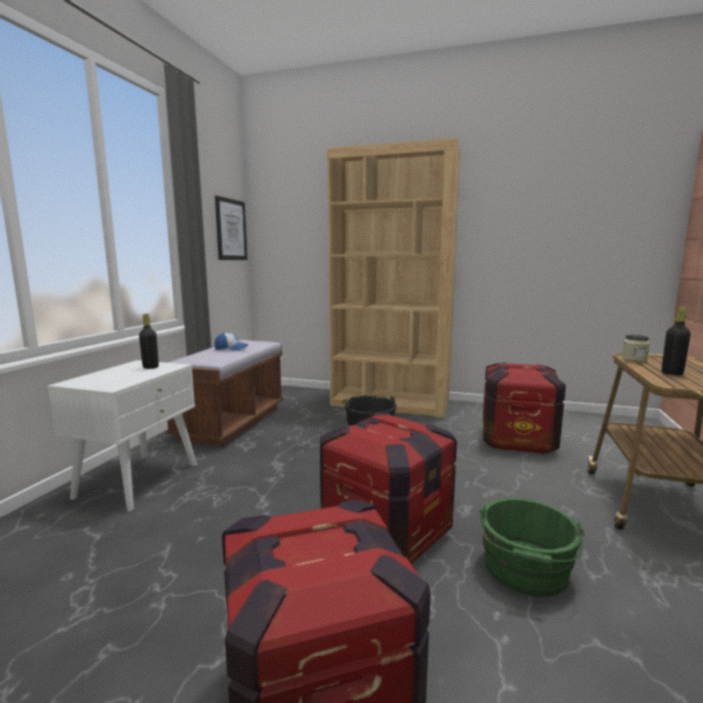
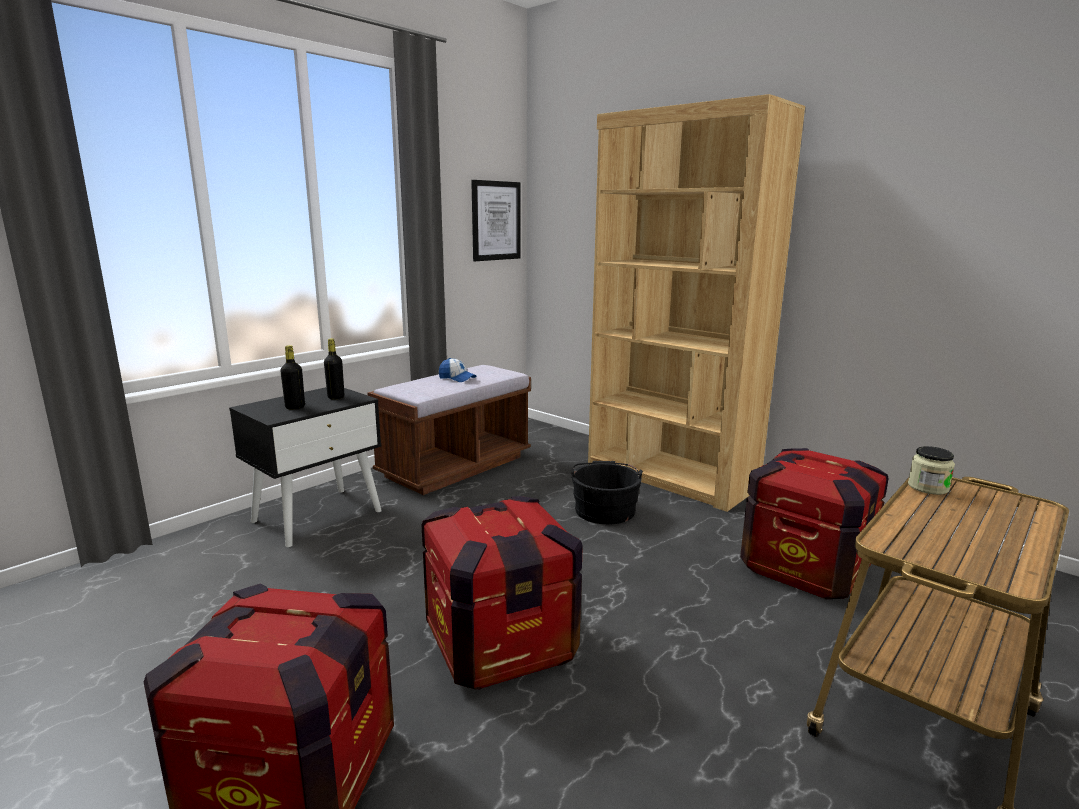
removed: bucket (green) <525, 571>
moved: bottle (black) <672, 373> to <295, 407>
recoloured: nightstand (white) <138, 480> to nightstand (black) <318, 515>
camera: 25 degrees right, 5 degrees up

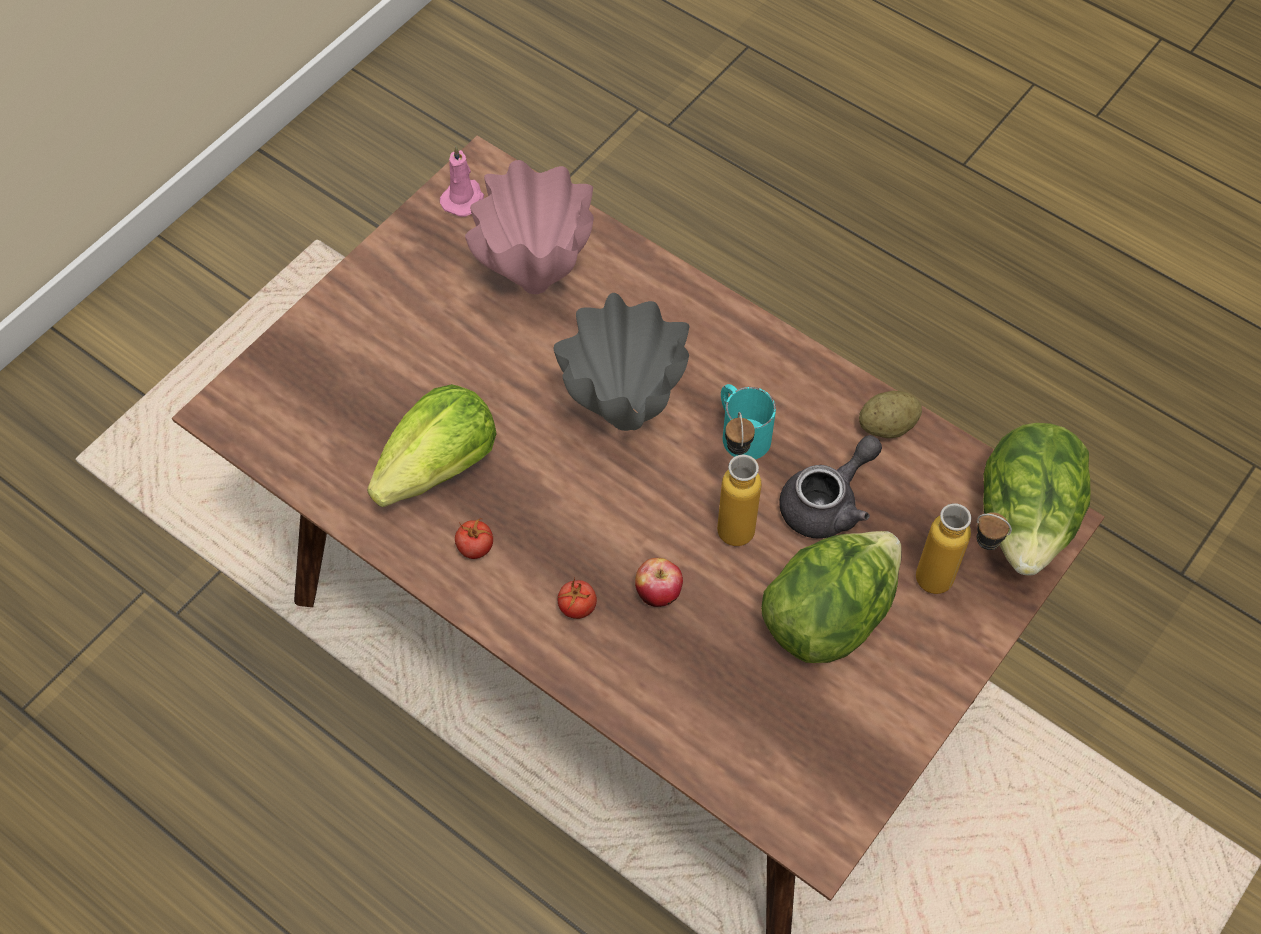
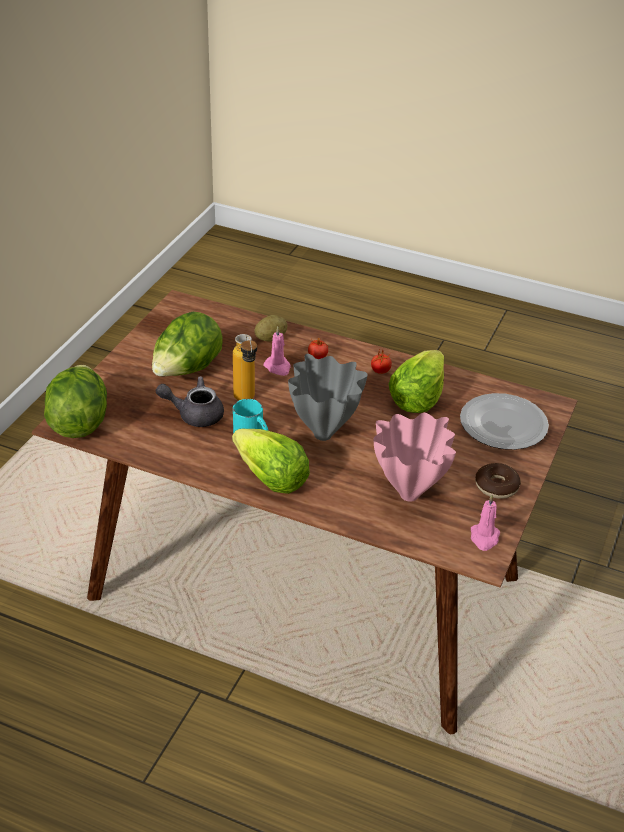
removed: bottle <949, 584>
added: plate <502, 425>; lettuce <271, 479>; donut <496, 486>
moved: potato <887, 426> to <271, 338>
replaced: apple <658, 594> to candle (pink) <278, 367>
turned: teapot (grey) <828, 503> = <194, 414> 60 degrees clockwise
camera: 165 degrees right, 20 degrees down

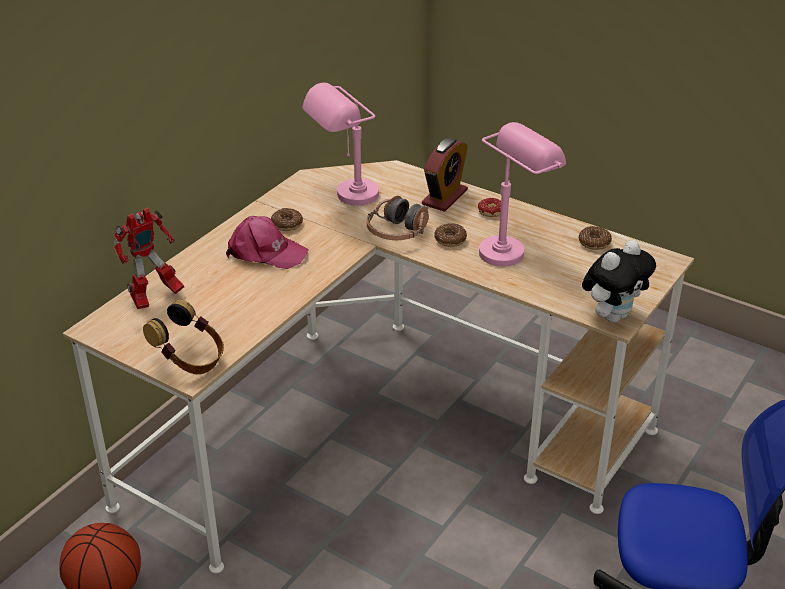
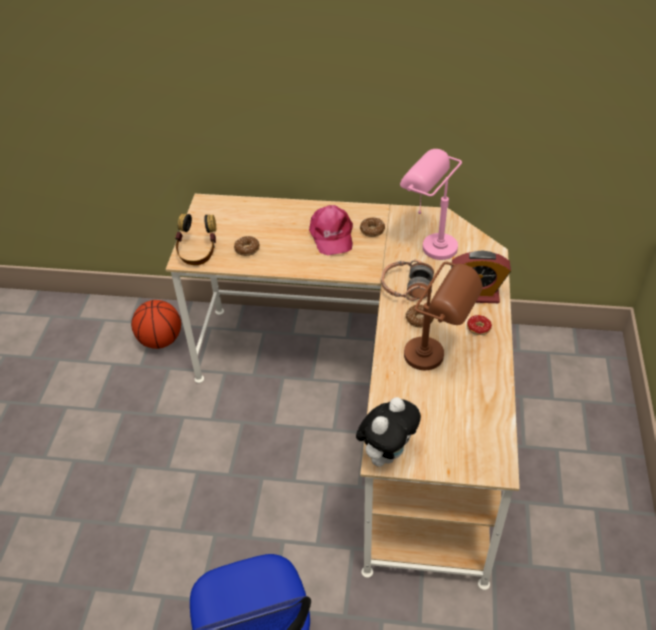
removed: toy robot <154, 298>
moved: donut <594, 242> to <247, 249>
recoloured: table lamp (pink) <512, 247> to table lamp (brown) <437, 359>
turned: plush toy <612, 315> = <386, 453> 75 degrees counterclockwise
camera: 65 degrees right, 10 degrees up

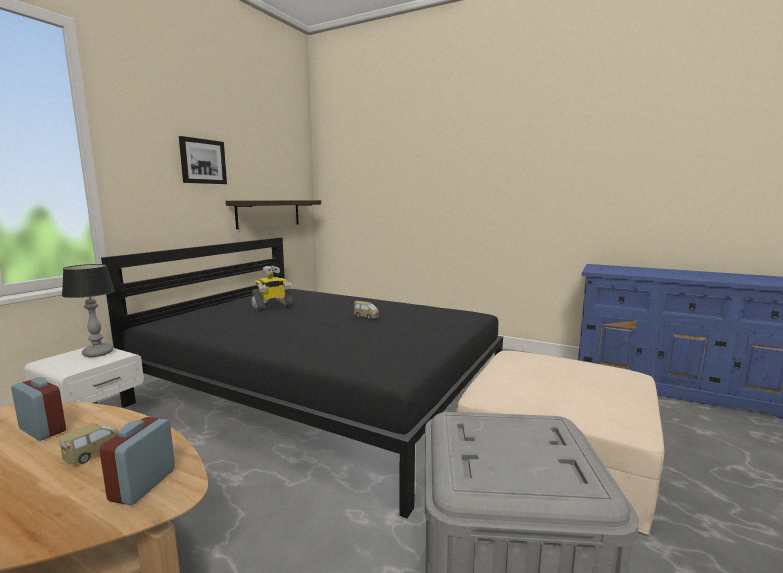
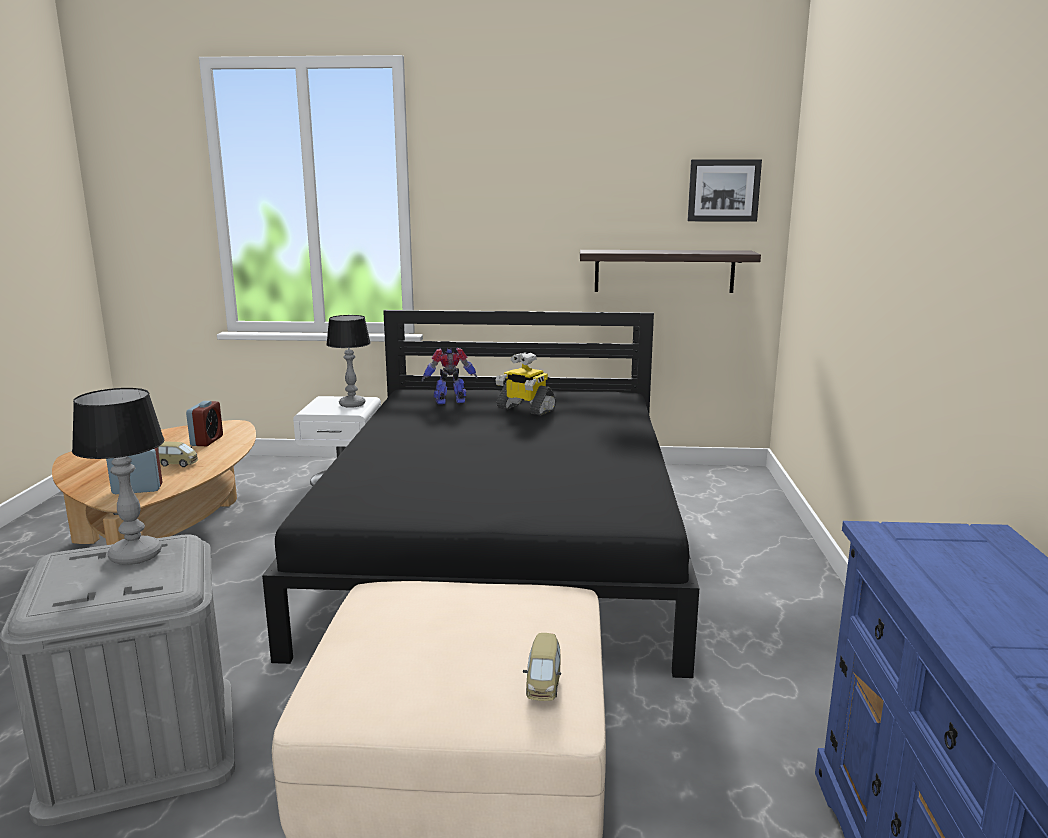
added: toy robot <451, 402>; table lamp <135, 556>
moved: picture <203, 161> to <723, 190>; toy car <366, 317> to <543, 684>
camera: 65 degrees right, 5 degrees up

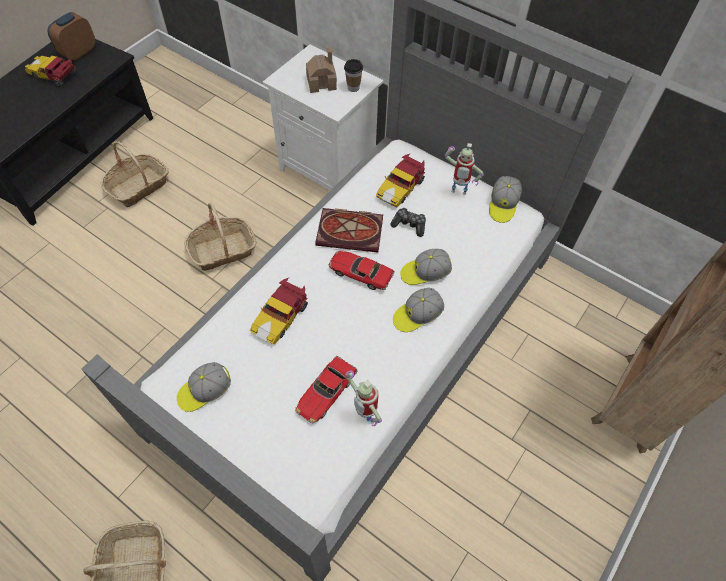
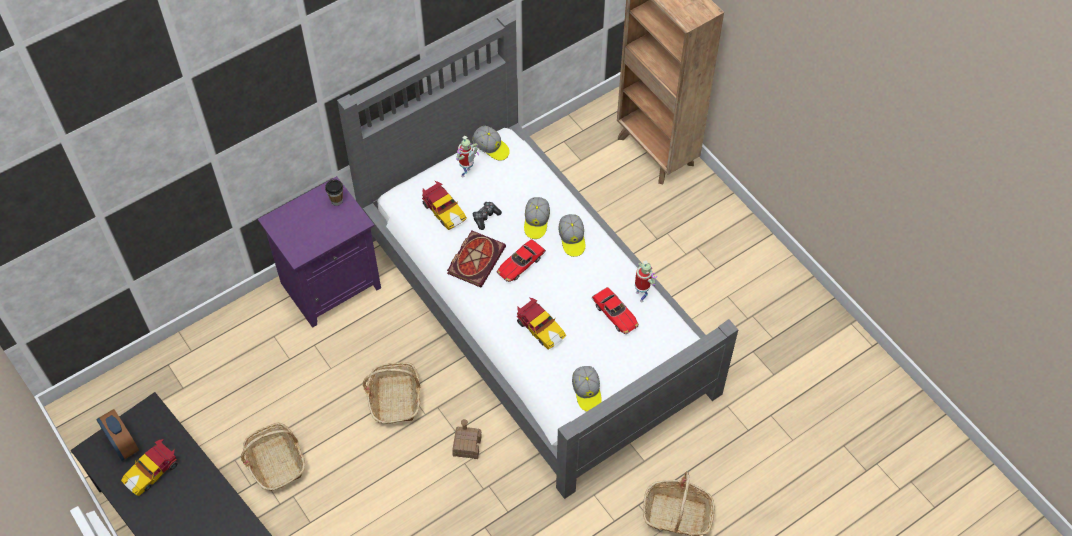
moved: toy house <321, 83> to <467, 446>
recoloured: nightstand (white) <329, 168> to nightstand (purple) <331, 283>
turned: toy robot <365, 417> = <641, 296> 90 degrees counterclockwise
camera: 70 degrees left, 0 degrees up

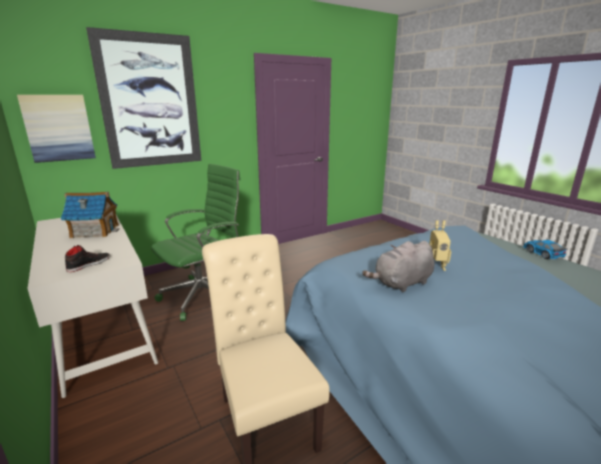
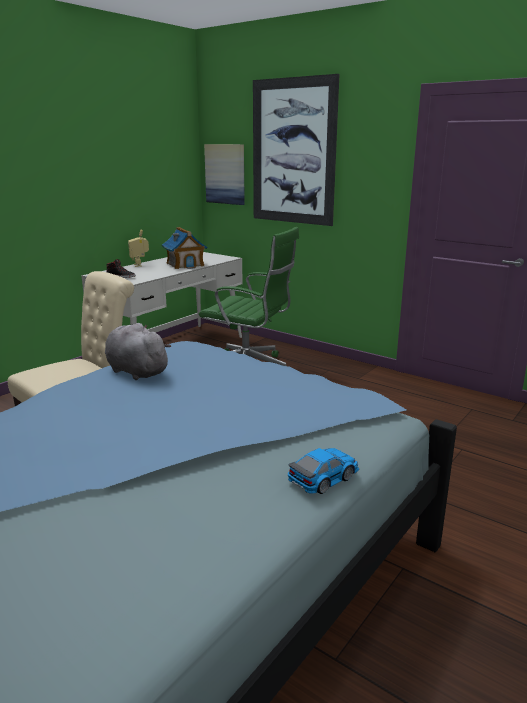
moved: toy robot <435, 267> to <140, 265>
camera: 70 degrees right, 0 degrees up

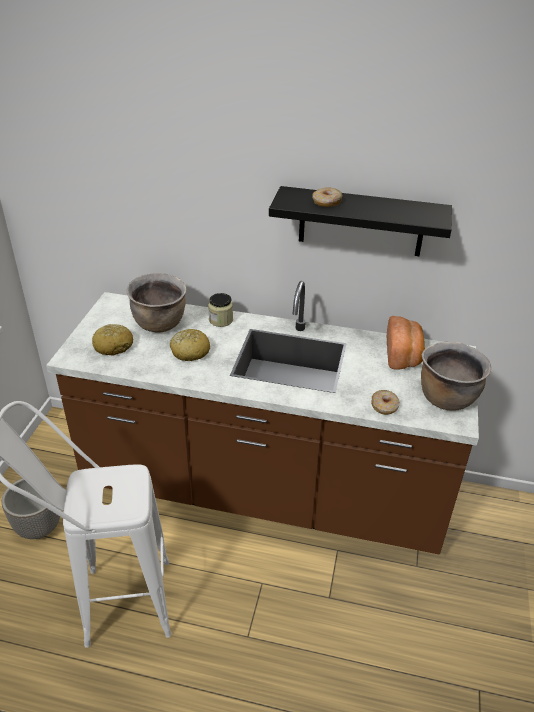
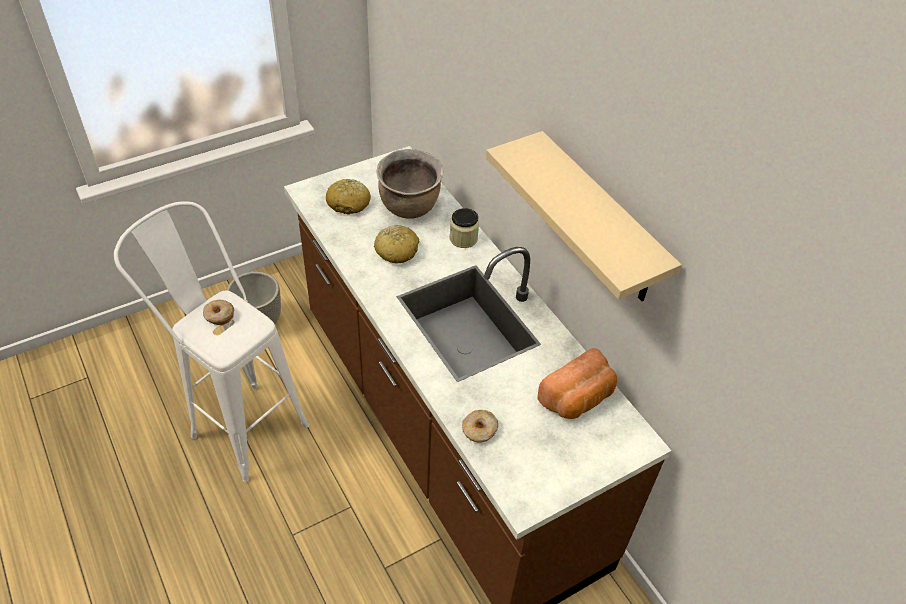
removed: cooking pot (brown) <446, 398>
moved: donut <326, 202> to <219, 316>
recoloured: shelf (black) <361, 222> to shelf (beige) <600, 221>
camera: 45 degrees right, 10 degrees up

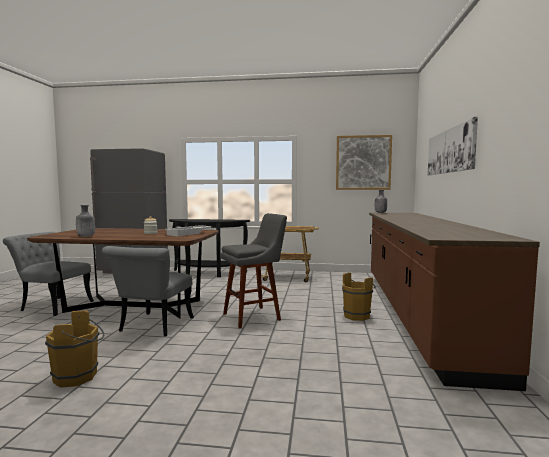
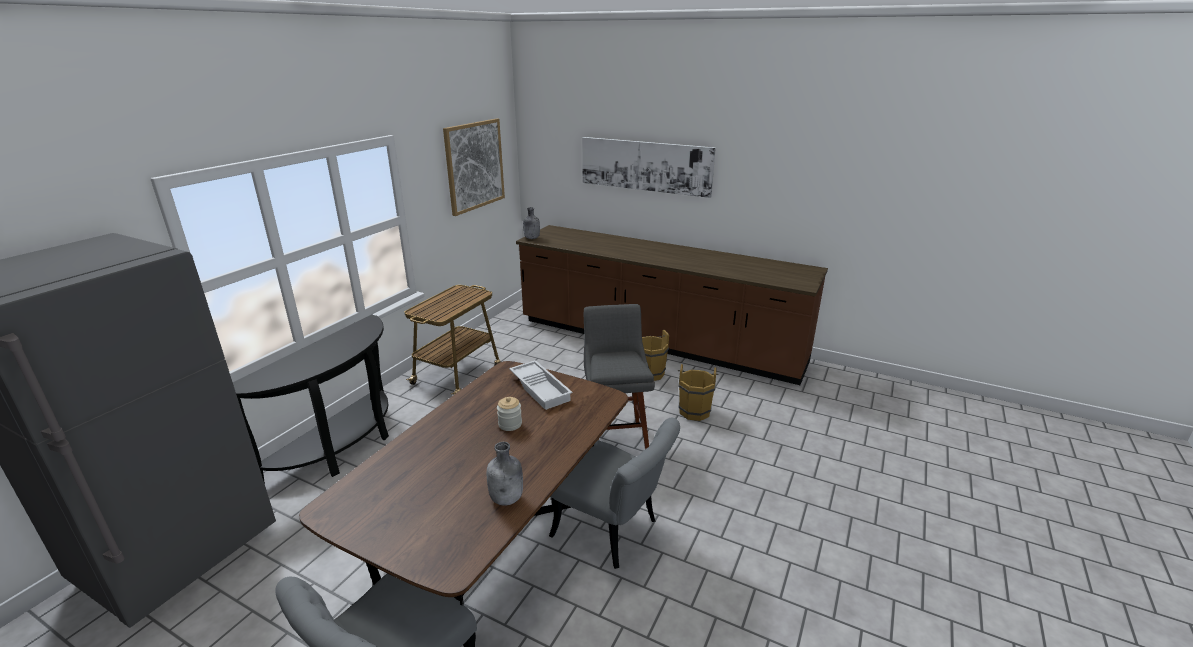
moved: bucket (brown) <79, 377> to <694, 410>
camera: 70 degrees left, 20 degrees up

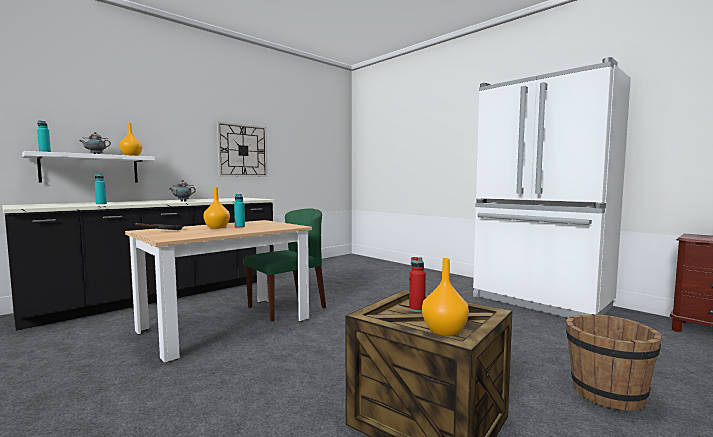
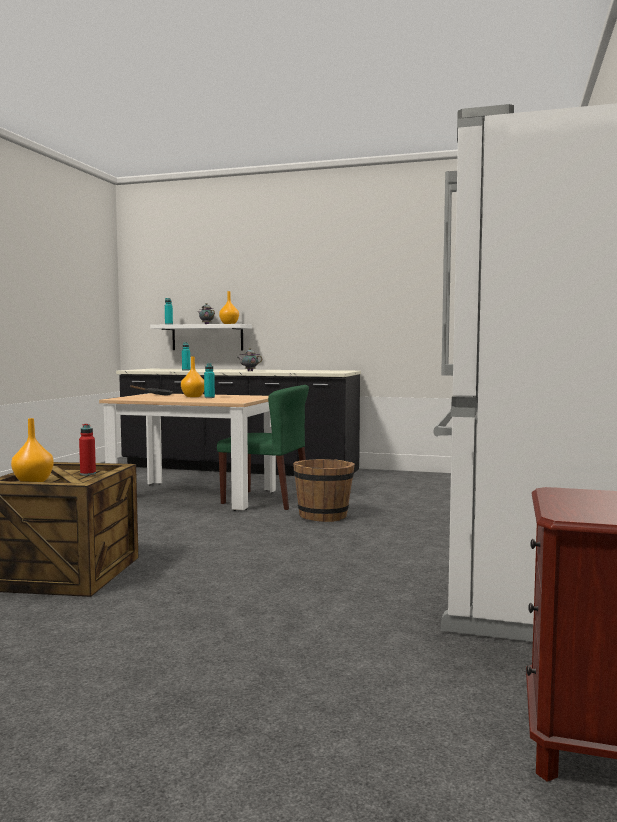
removed: wall clock <242, 150>
moved: bucket (brown) <606, 393> to <323, 516>
camera: 60 degrees right, 0 degrees up

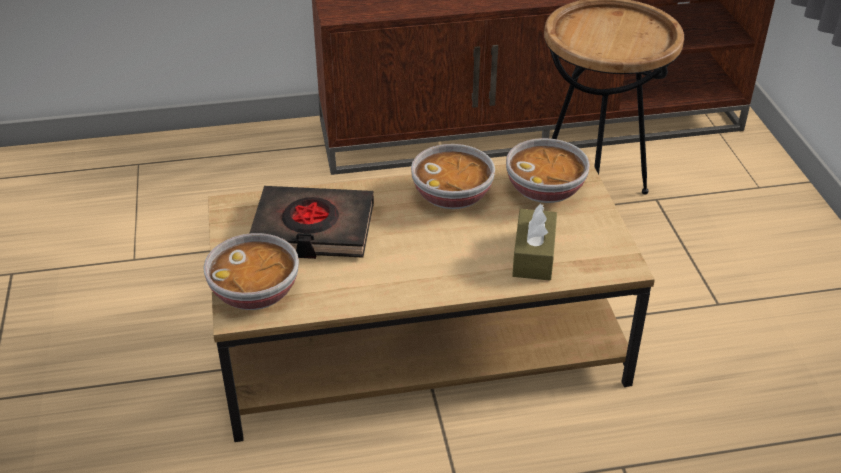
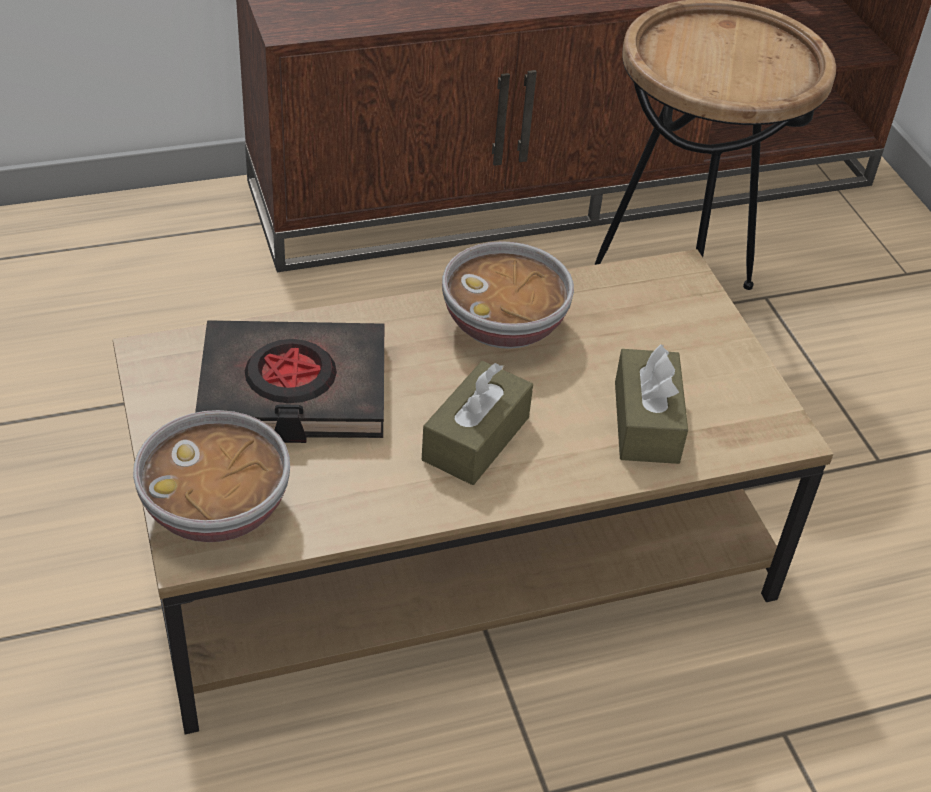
removed: bowl <545, 190>
added: tissue box (brown) <476, 438>
camera: 10 degrees left, 5 degrees up

